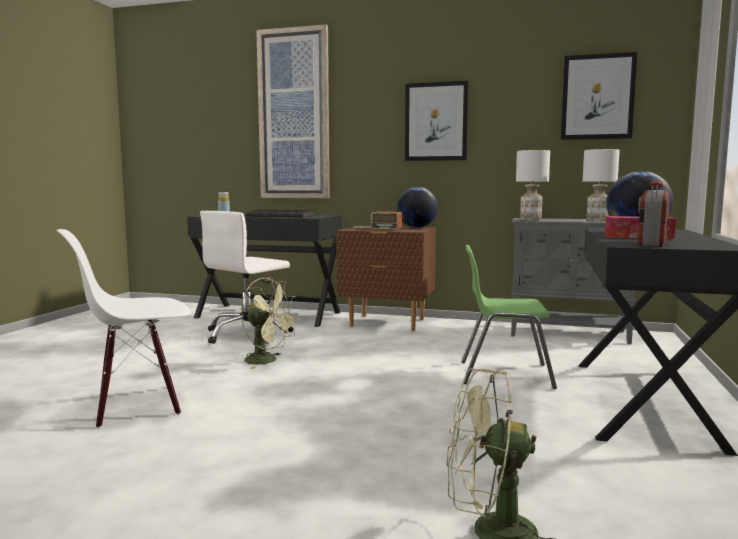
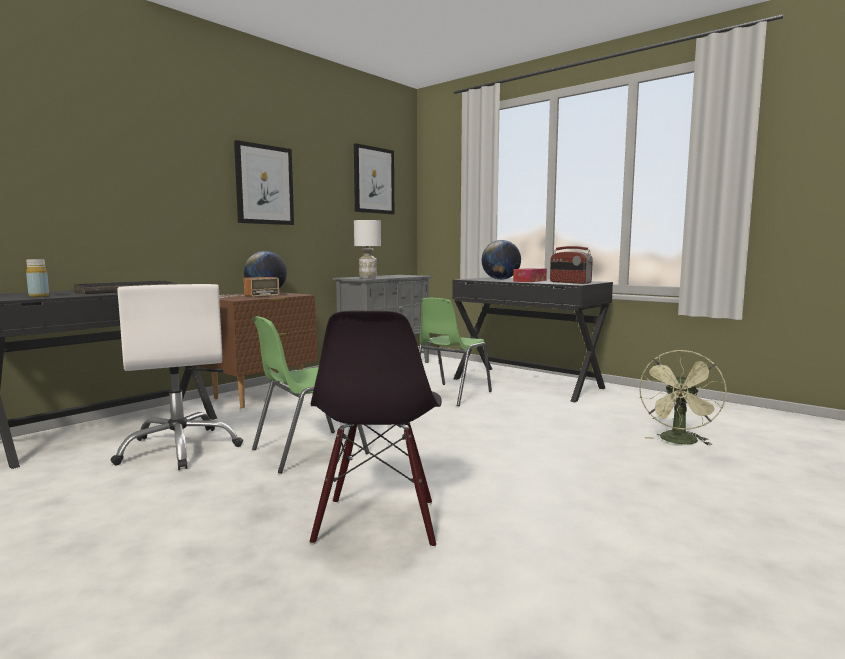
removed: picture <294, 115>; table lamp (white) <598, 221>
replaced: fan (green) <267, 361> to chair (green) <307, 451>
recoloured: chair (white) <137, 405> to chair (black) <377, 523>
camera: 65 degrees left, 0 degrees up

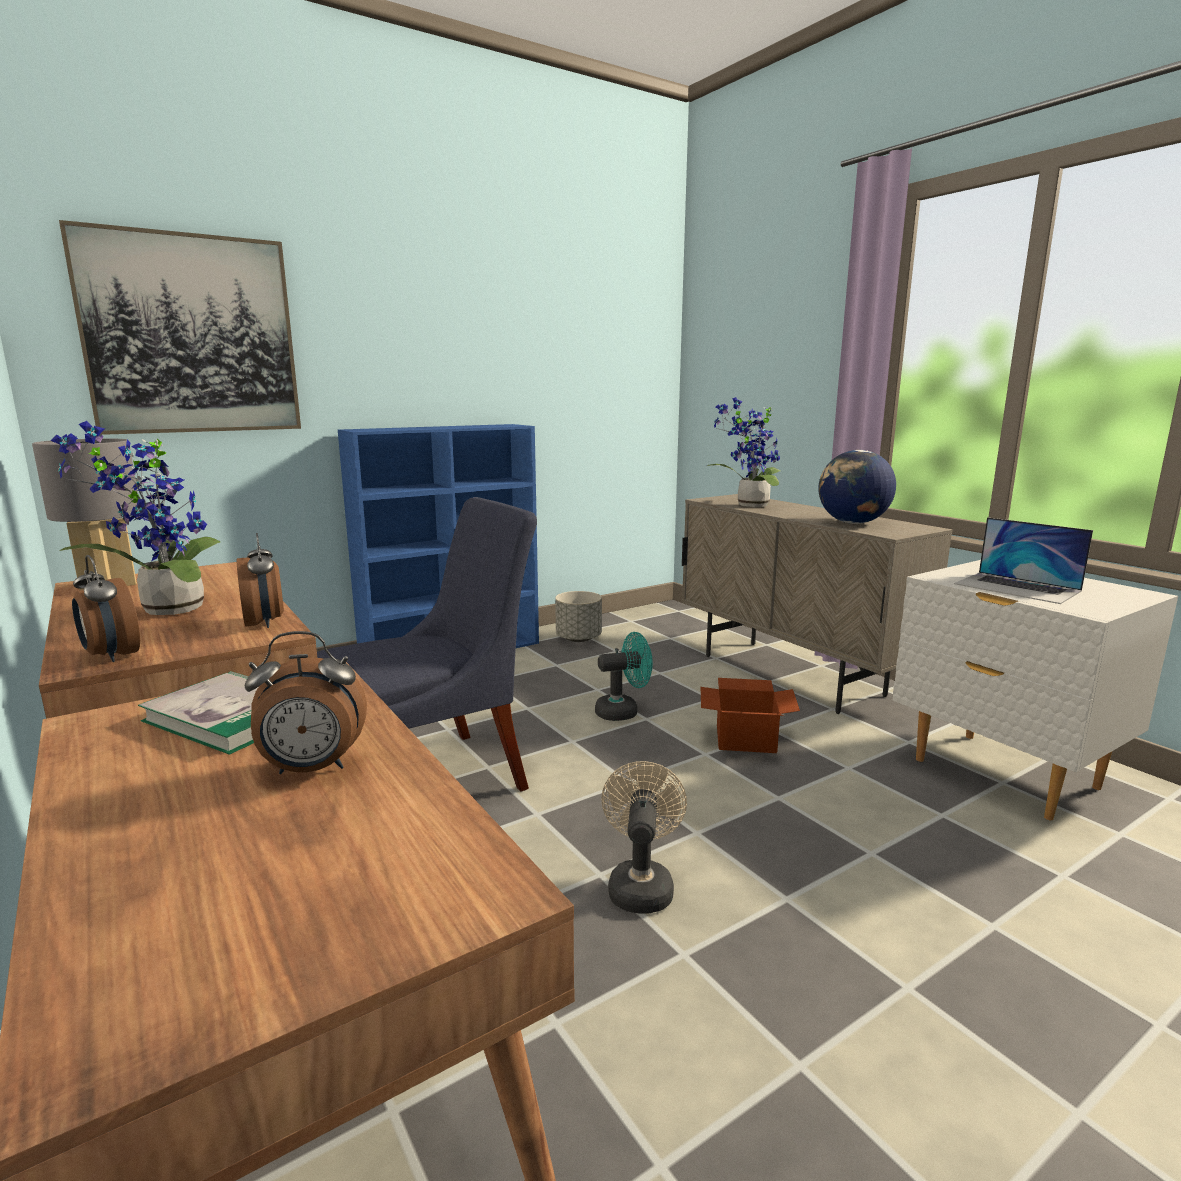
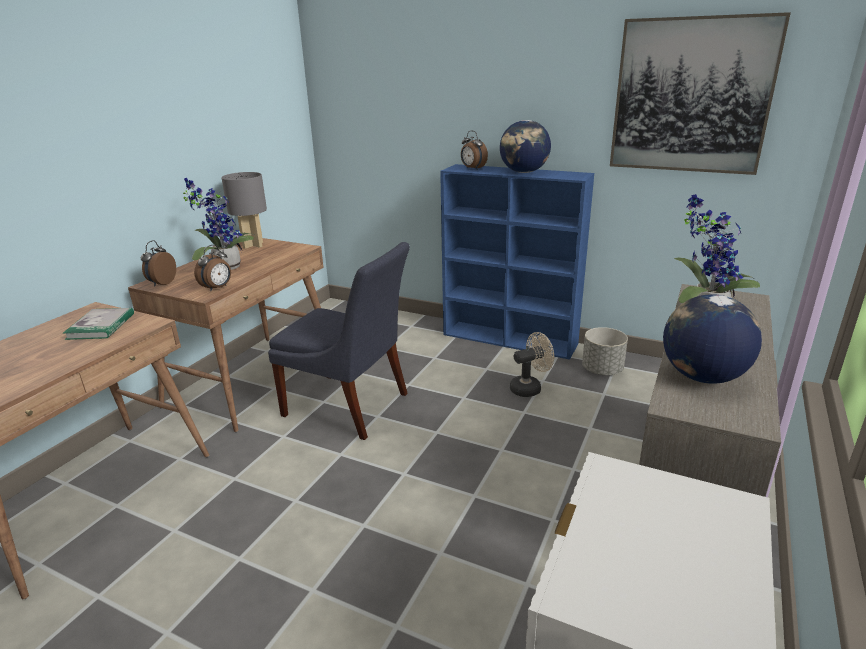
removed: laptop <1017, 587>; fan (turquoise) <623, 711>; cardboard box <746, 737>
added: globe <524, 172>
moved: picture <191, 335> to <691, 96>; alarm clock <312, 769> to <472, 169>; fan (beige) <640, 885> to <529, 388>
camera: 60 degrees right, 10 degrees up

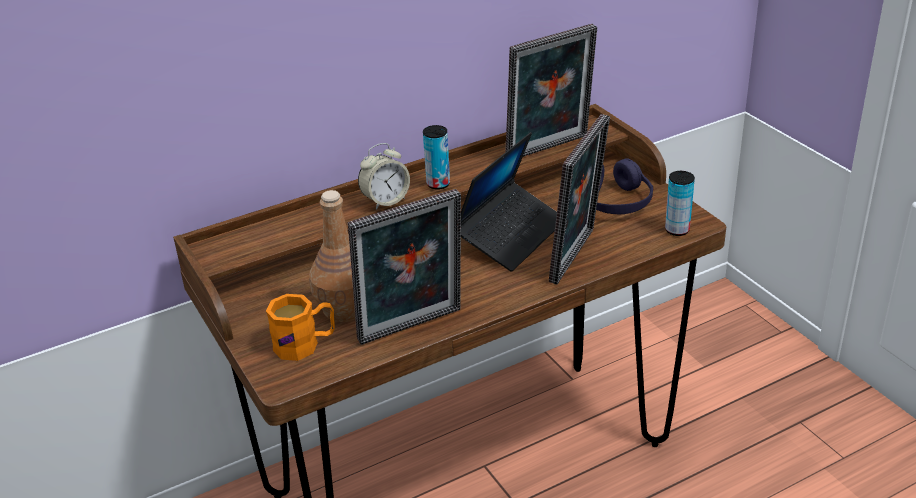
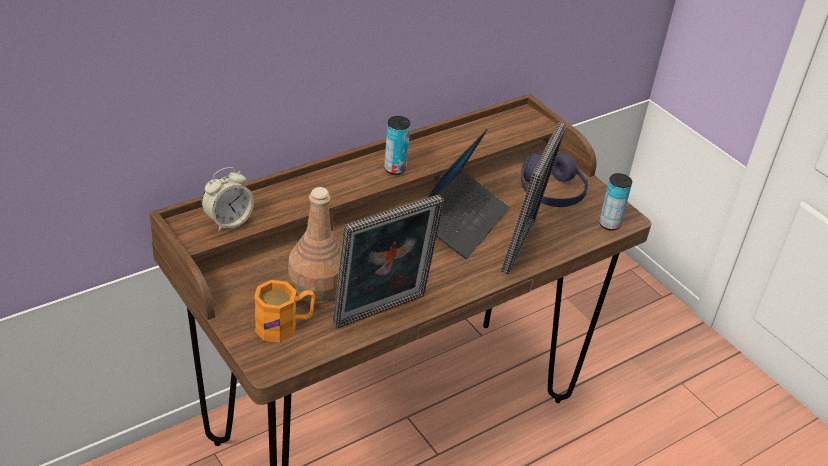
removed: picture frame <550, 149>
moved: alarm clock <385, 201> to <228, 221>
camera: 10 degrees left, 5 degrees up

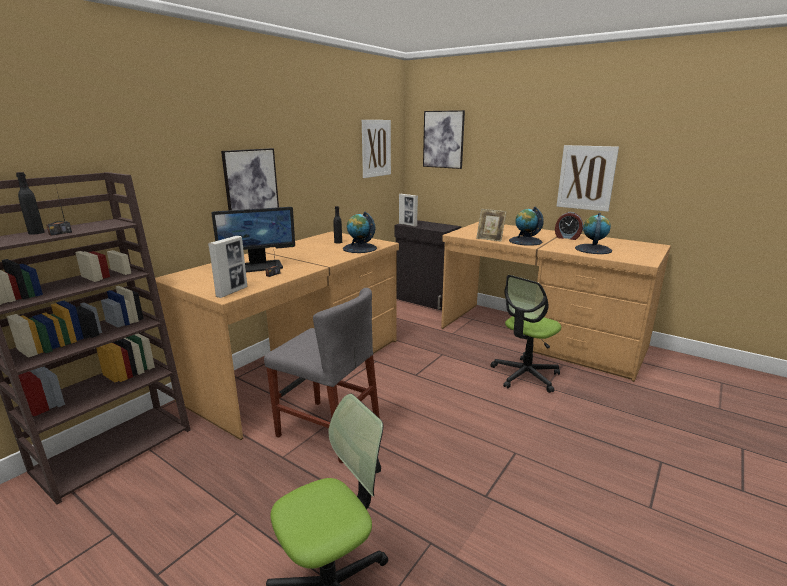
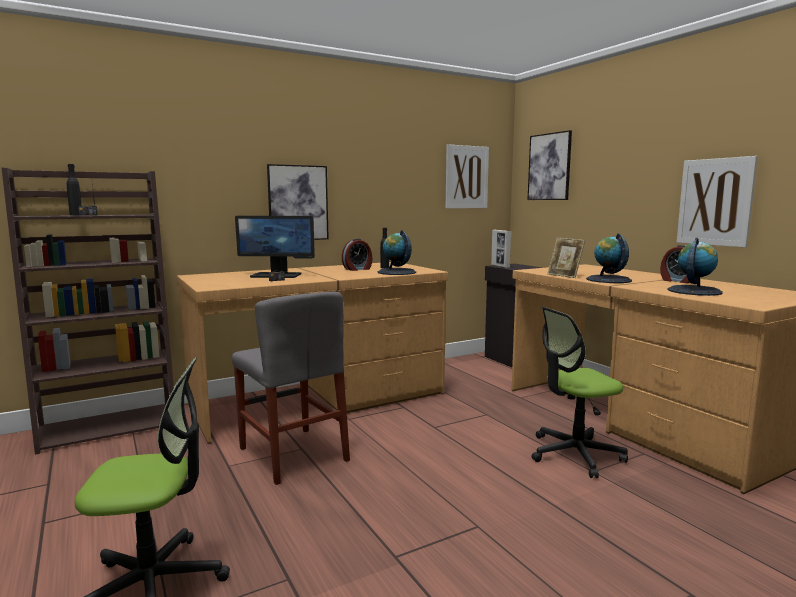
removed: picture frame <232, 292>
added: alarm clock <357, 269>
camera: 25 degrees right, 10 degrees down

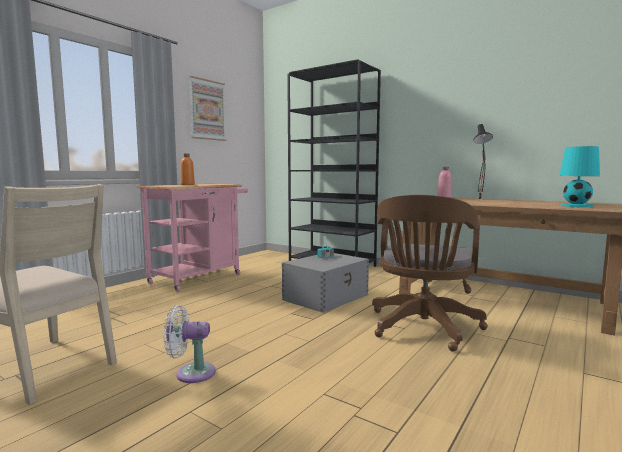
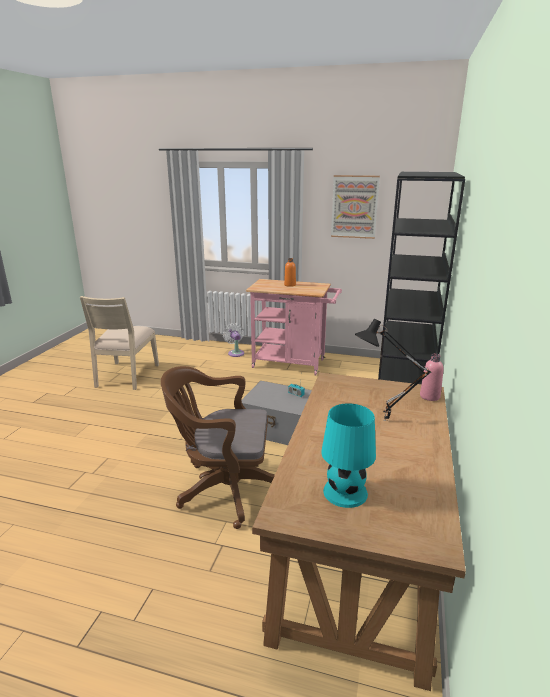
moved: fan (white) <191, 373> to <235, 353>
camera: 70 degrees right, 15 degrees up

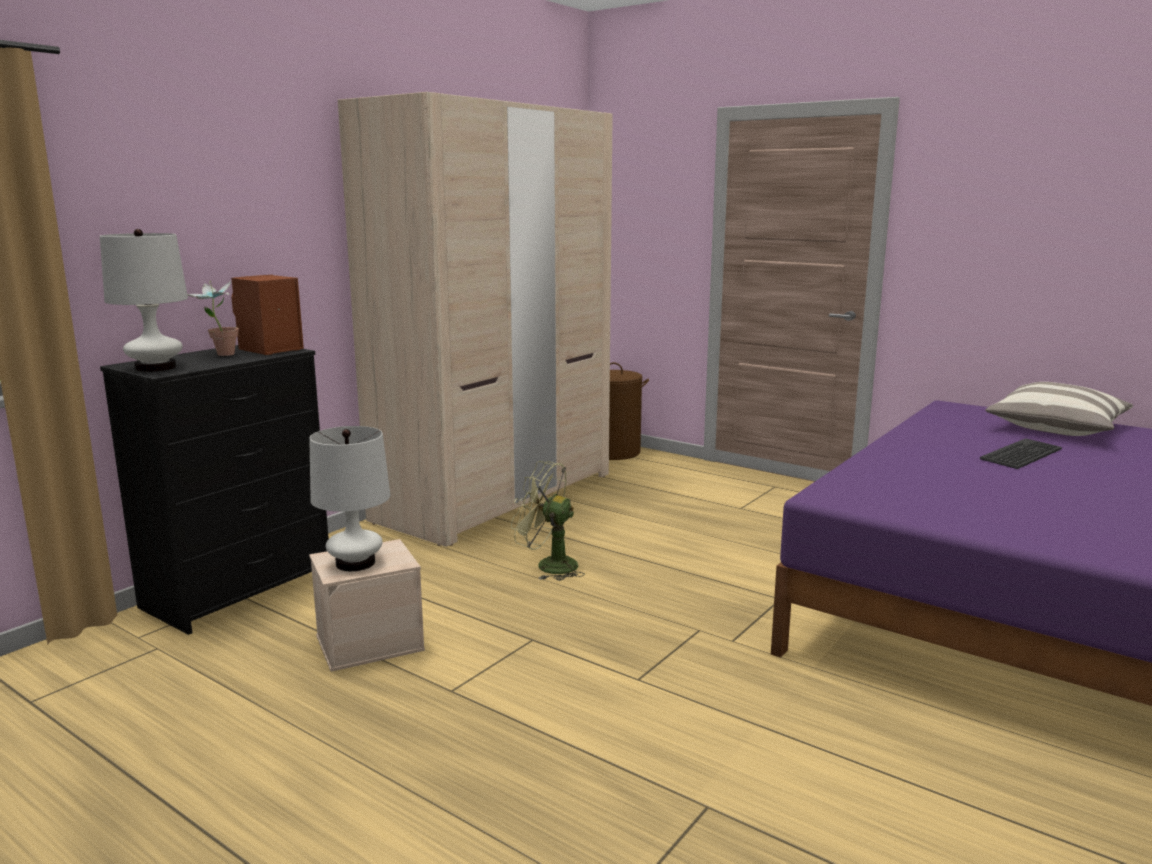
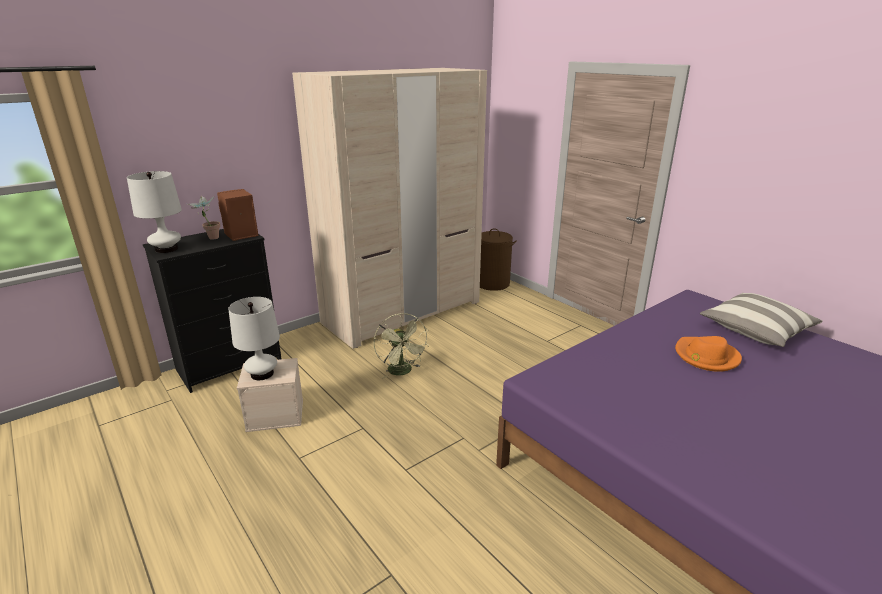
replaced: keyboard <1022, 455> to hat (orange) <706, 356>
turned: fan (green) <548, 566> = <402, 372> 150 degrees counterclockwise
camera: 15 degrees right, 10 degrees up

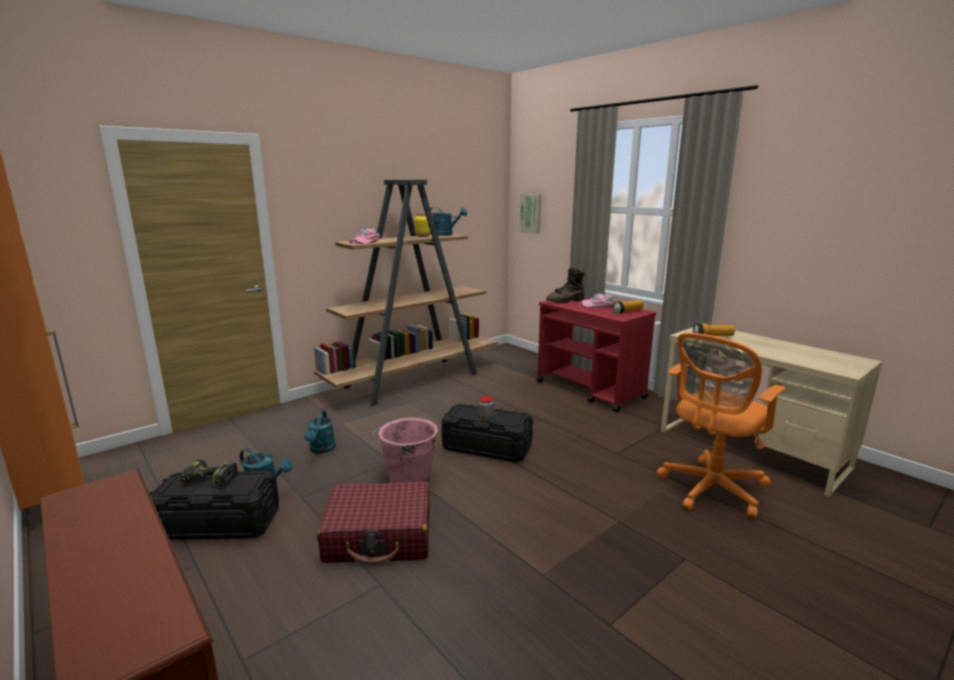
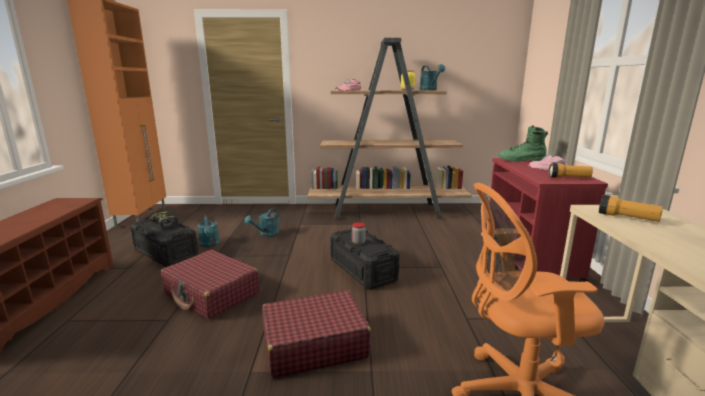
removed: picture <531, 213>; bucket (pink) <408, 480>
added: suitcase (red) <314, 344>
recoloured: boot (brown) <565, 301> to boot (green) <521, 161>
camera: 40 degrees right, 0 degrees up

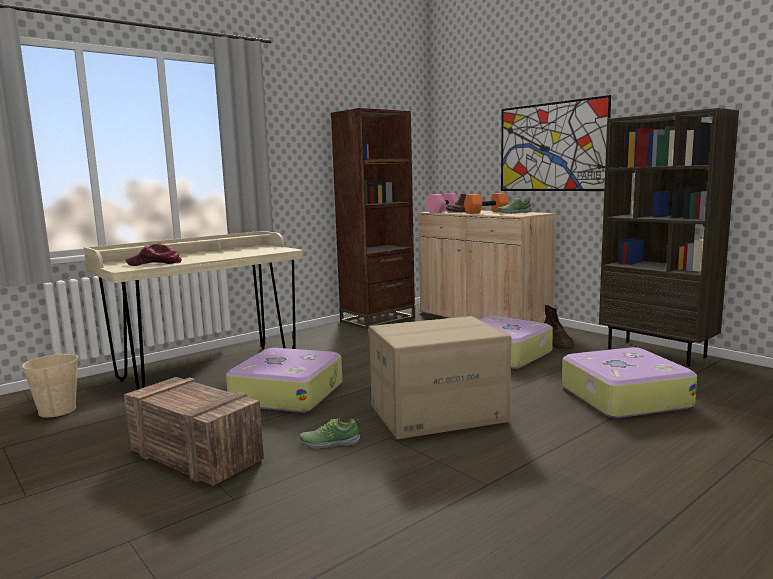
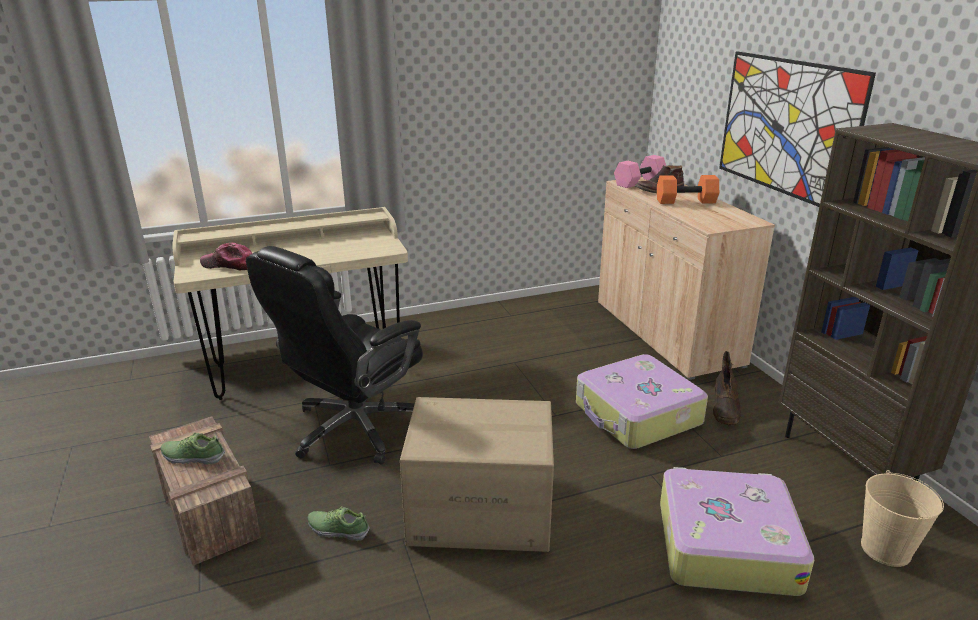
removed: bookcase (brown) <378, 319>
moved: shoe <514, 213> to <193, 457>; bucket (beige) <57, 410> to <885, 549>
replaced: suitcase <287, 393> to office chair (black) <354, 429>
camera: 20 degrees right, 15 degrees up

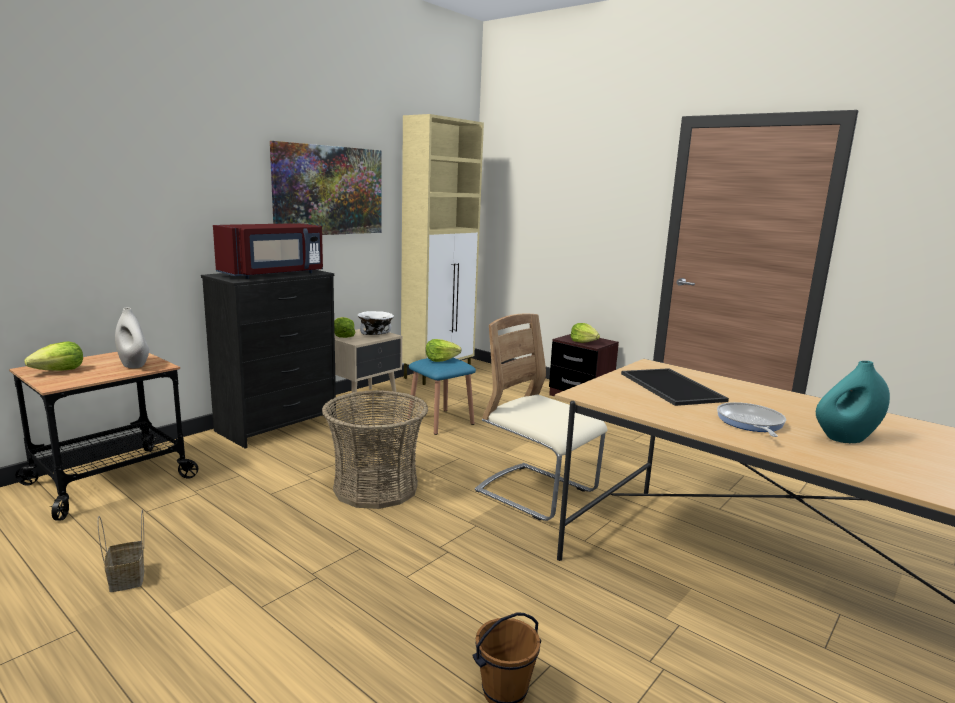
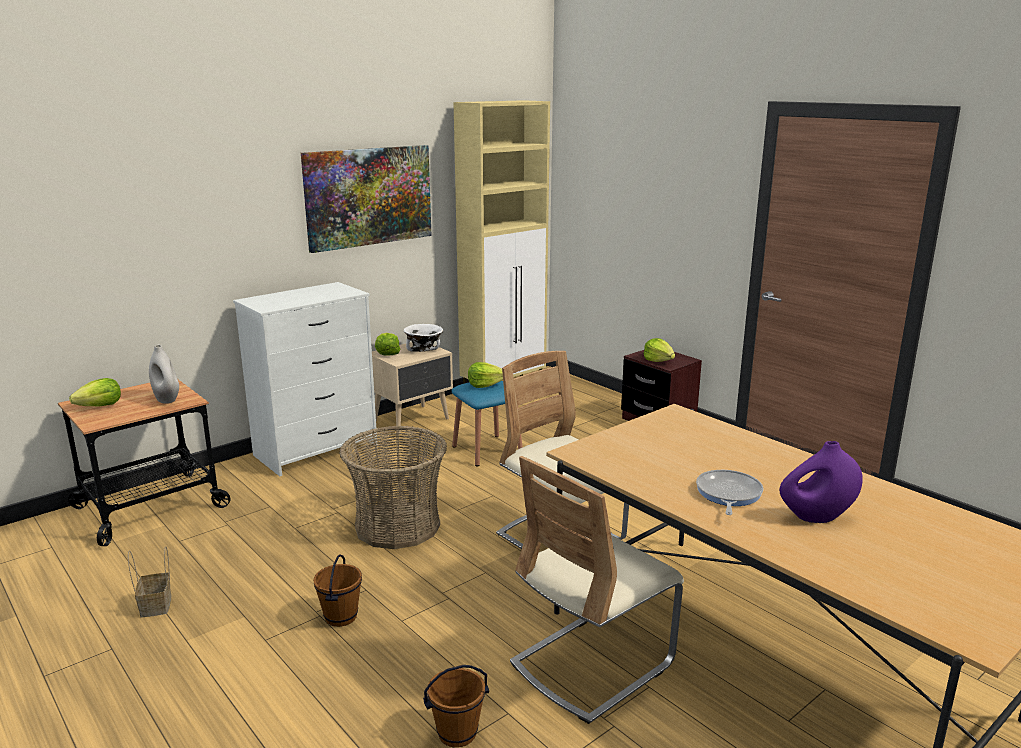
removed: microwave (red) <274, 274>; tray <669, 386>
added: chair (beige) <592, 664>; bucket (brown) <340, 617>
recoloured: dresser (black) <277, 425> to dresser (white) <316, 450>; vase (turquoise) <846, 439> to vase (purple) <816, 517>
camera: 10 degrees right, 5 degrees up

